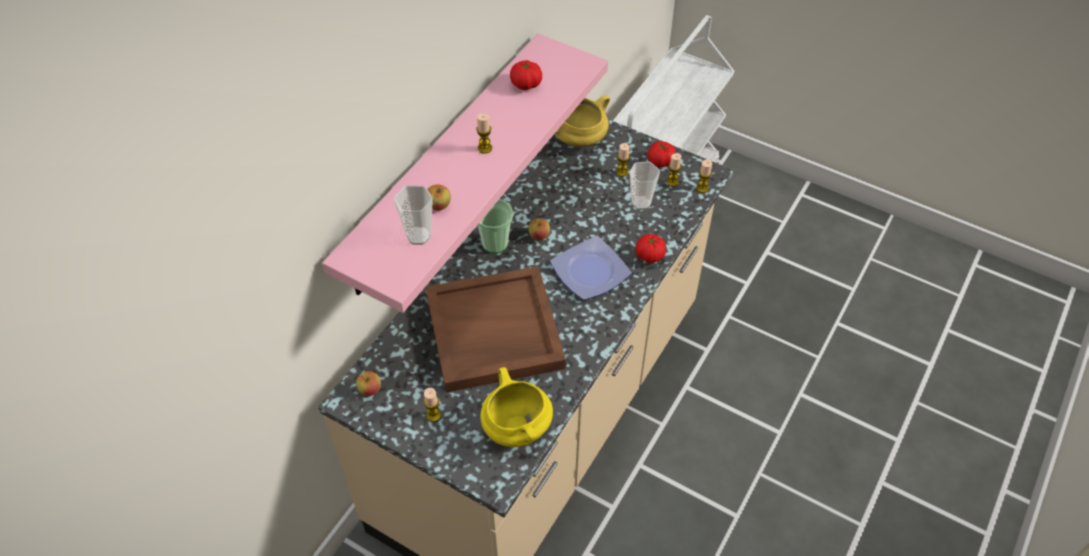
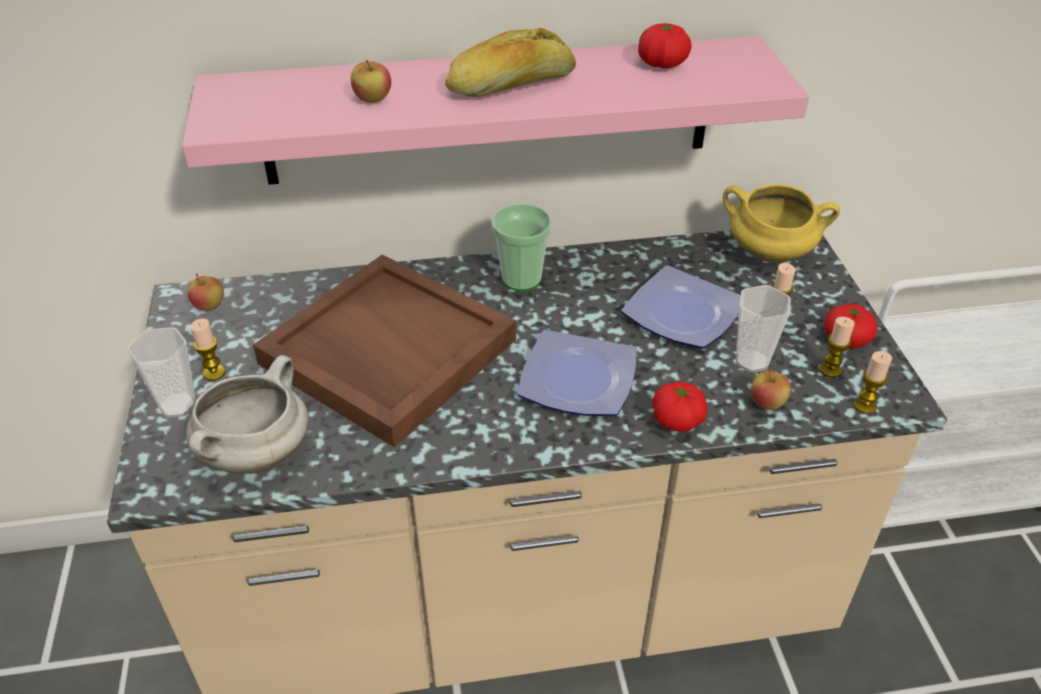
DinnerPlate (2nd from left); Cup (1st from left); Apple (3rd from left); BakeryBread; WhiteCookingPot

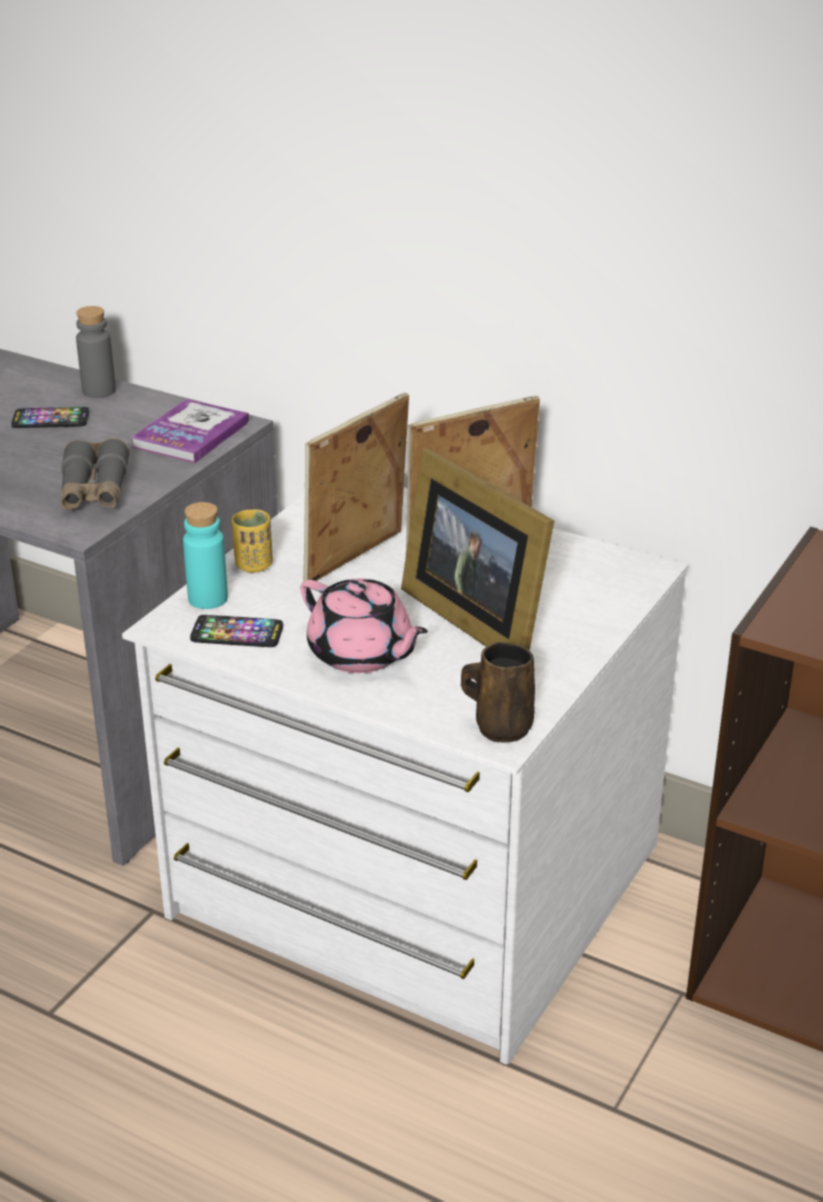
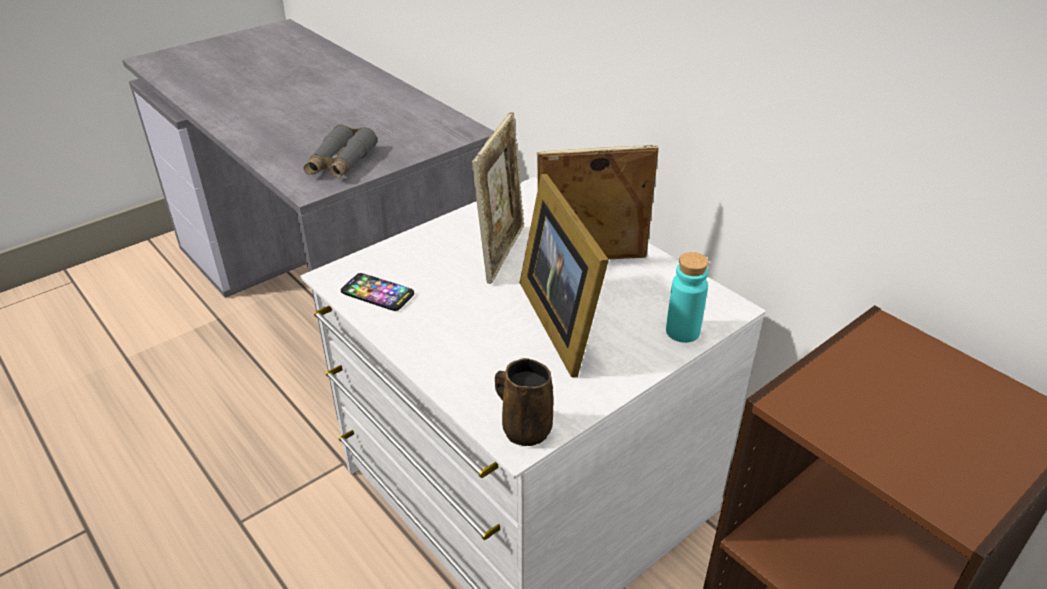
Telephone (1st from left in the first image); GreyBottle; Book; YellowishCup; PinkPotForTea; TurquoiseColouredBottle; PhotoFrame (1st from left)

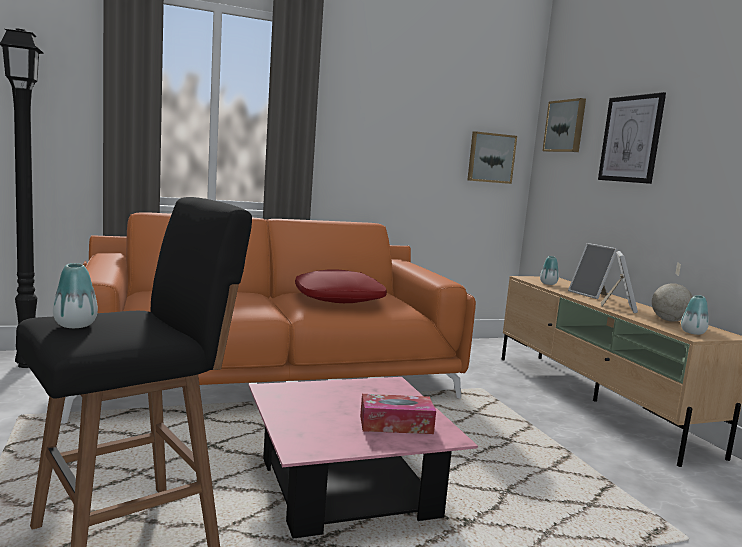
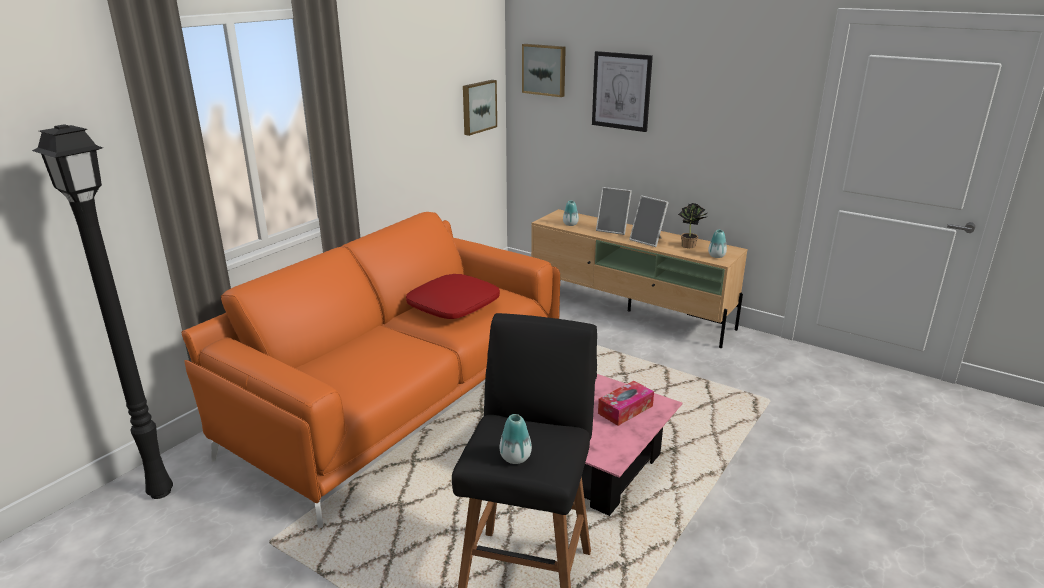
Houseplant; PhotoFrame (2nd from left)

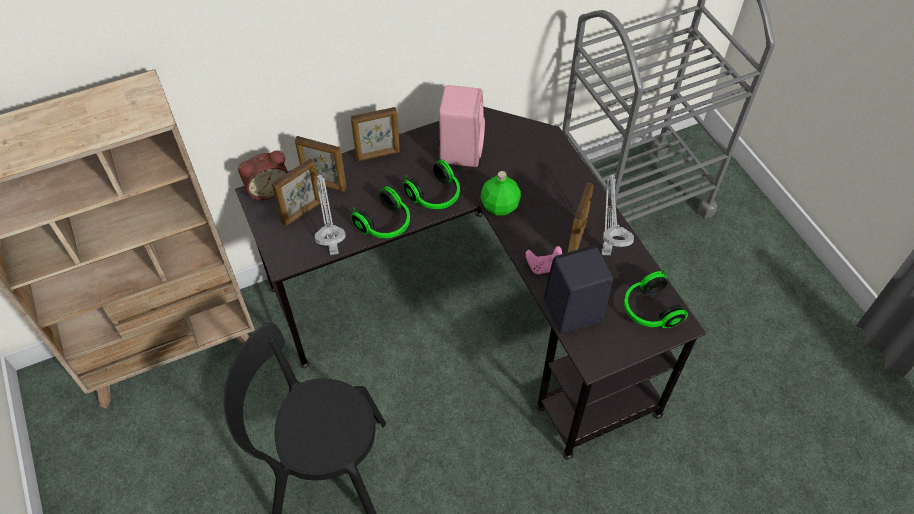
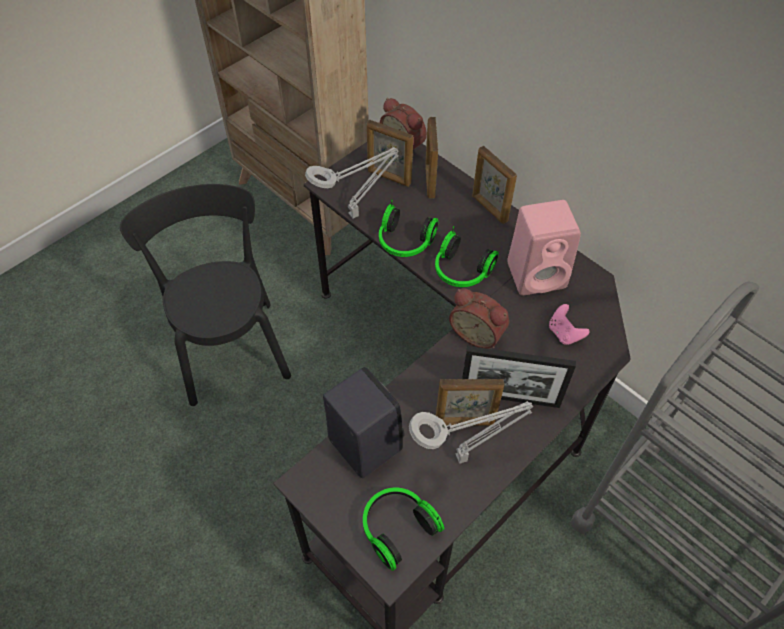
PhotoFrame (5th from left); PinkGameController; BedsideClock (2nd from left)

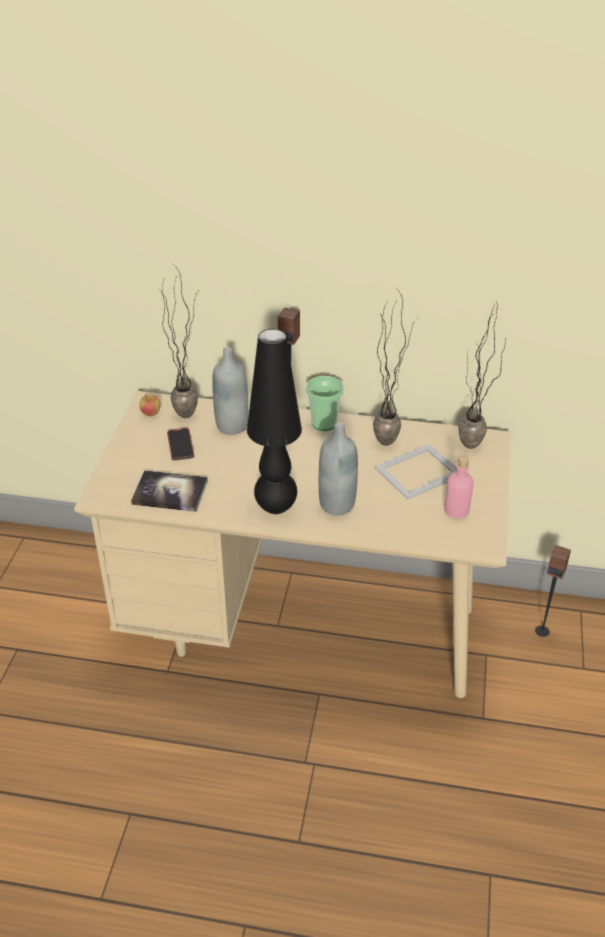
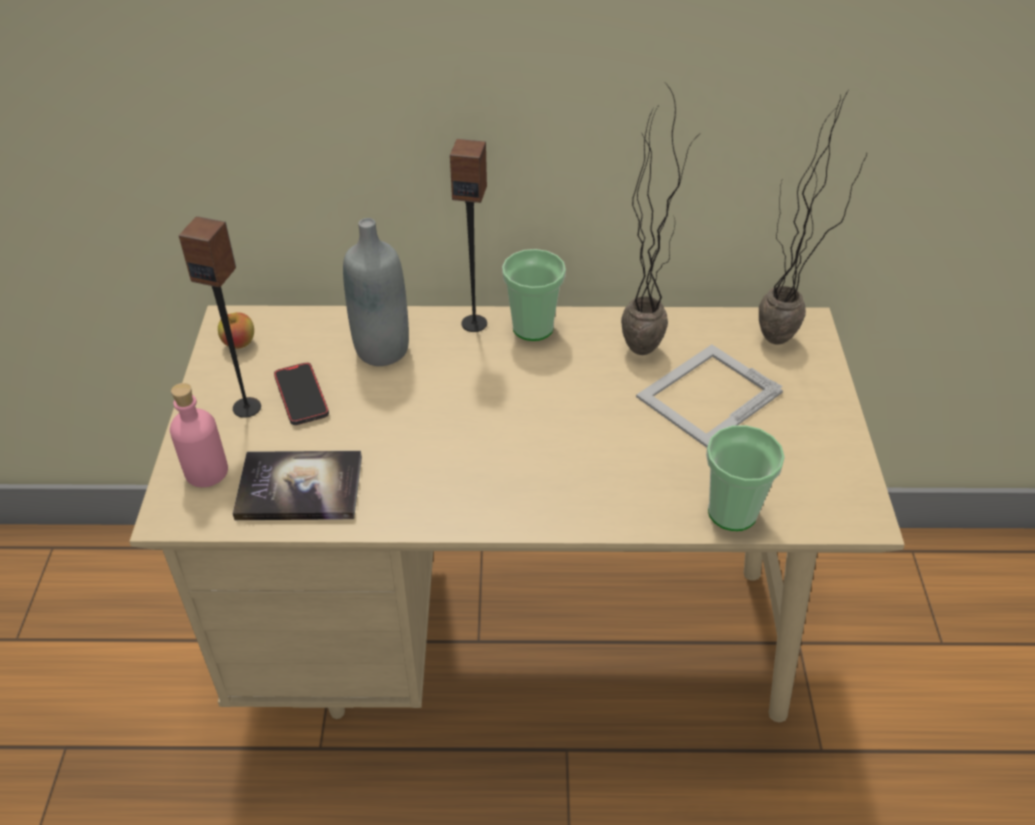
Houseplant (1st from left in the first image); BlackTableLamp; GreyBottle (2nd from left in the first image); Cup (2nd from left); PinkBottle; Loudspeaker (1st from left)

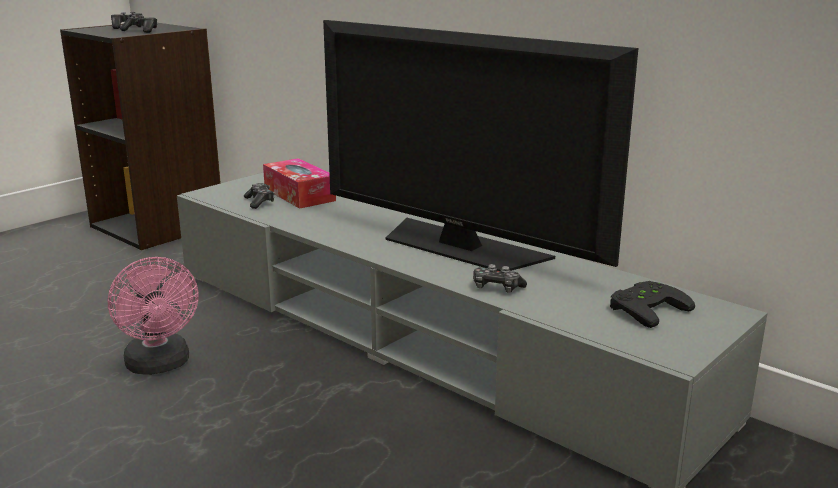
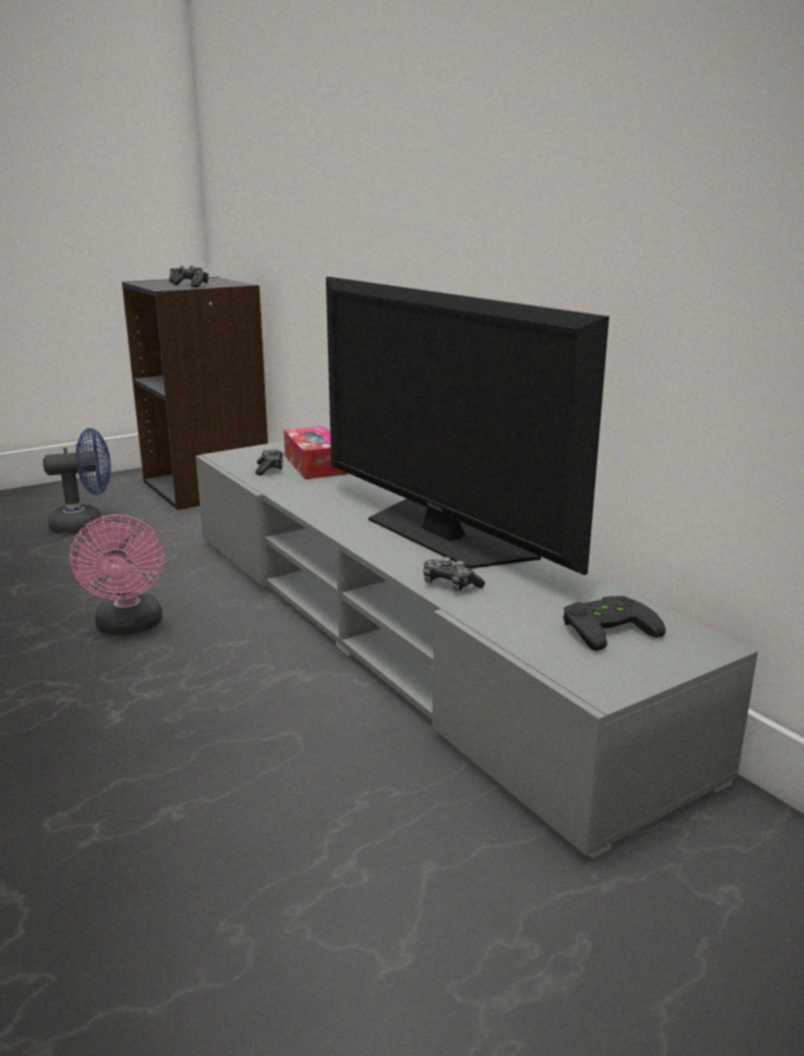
BlueColouredCoolingFan

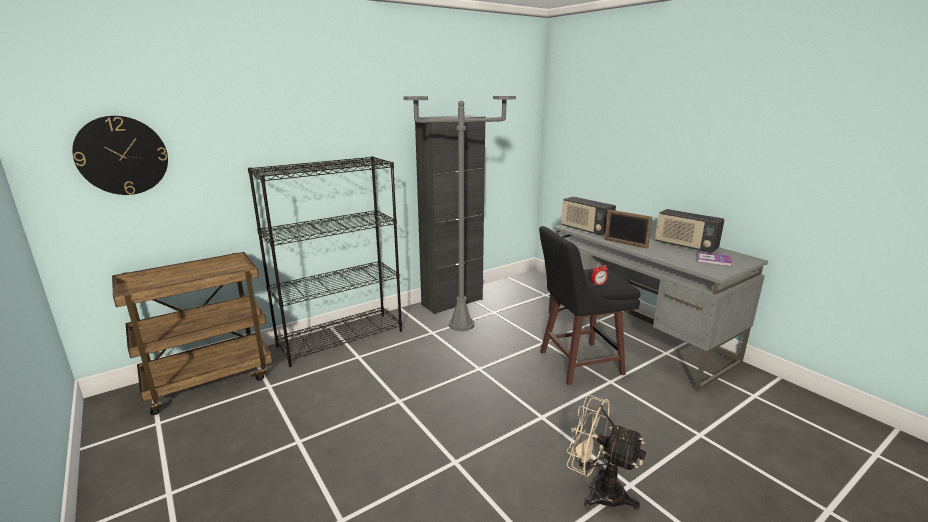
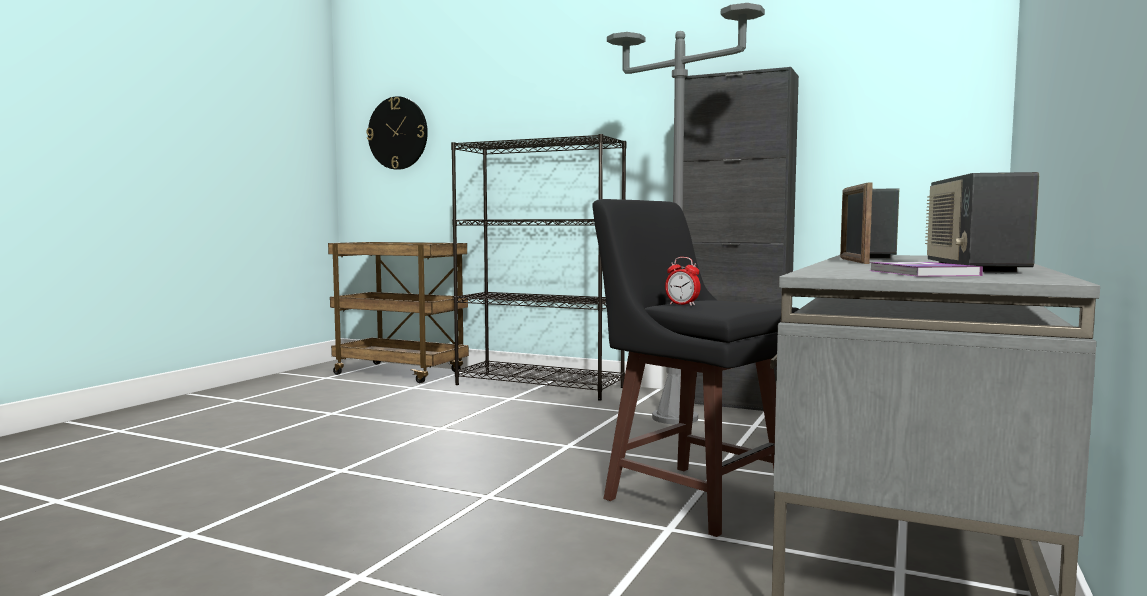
BeigeColouredCoolingFan

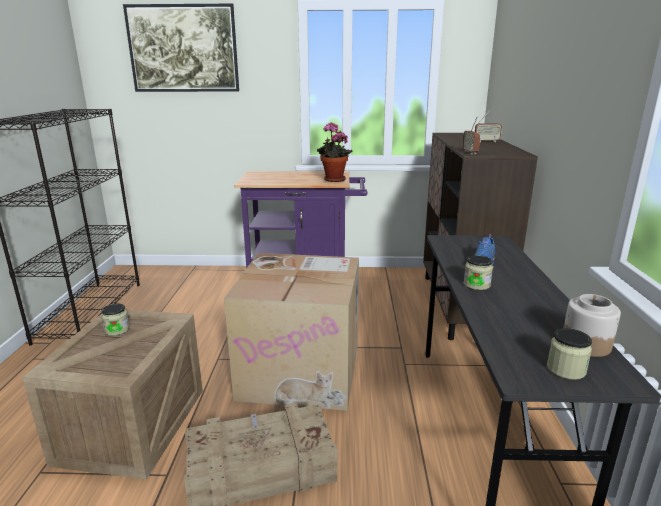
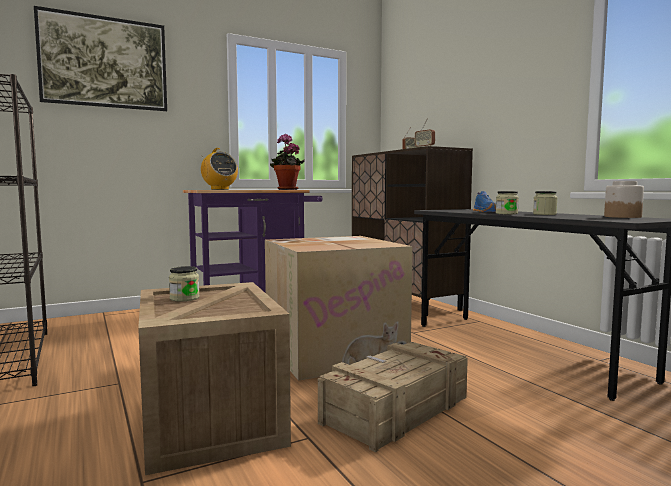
RadioSet (1st from left); PreserveJar (3rd from left)

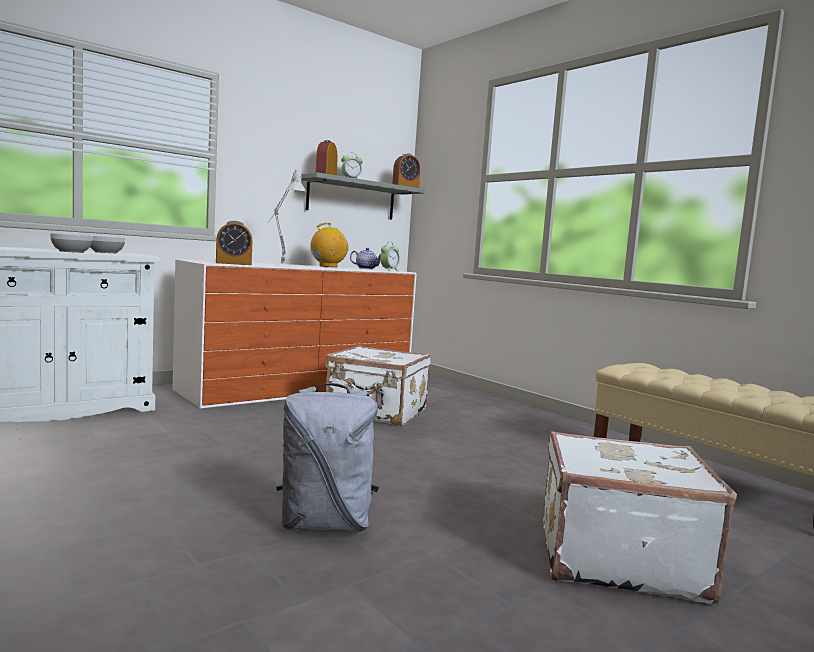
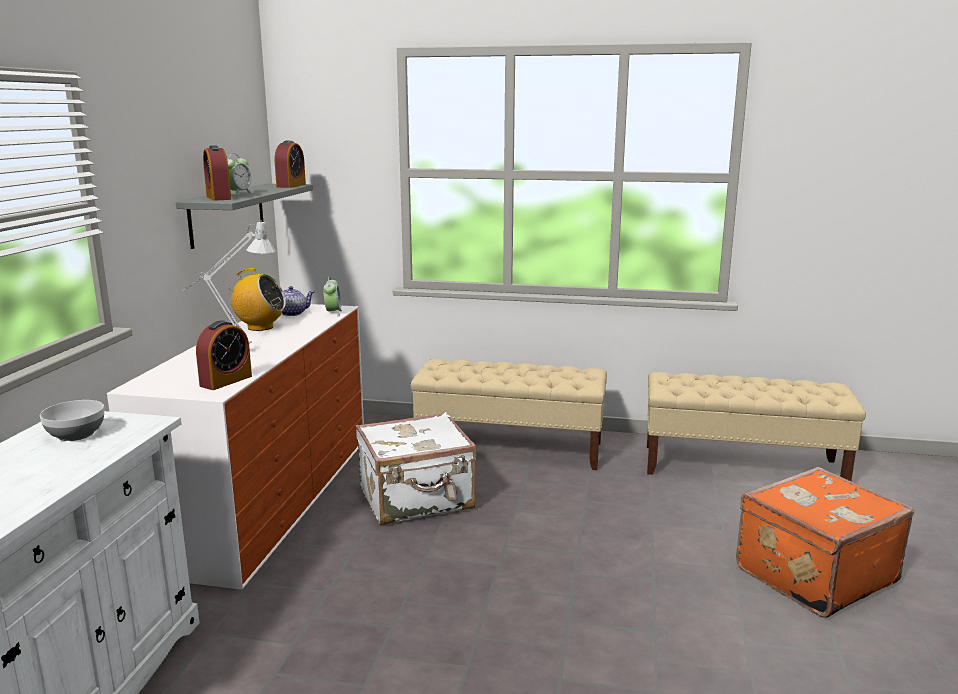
Bowl (1st from left in the first image); GreyKnapsack; BeigeColouredIndoorBench (1st from left); OrangeySuitcase; RadioSet

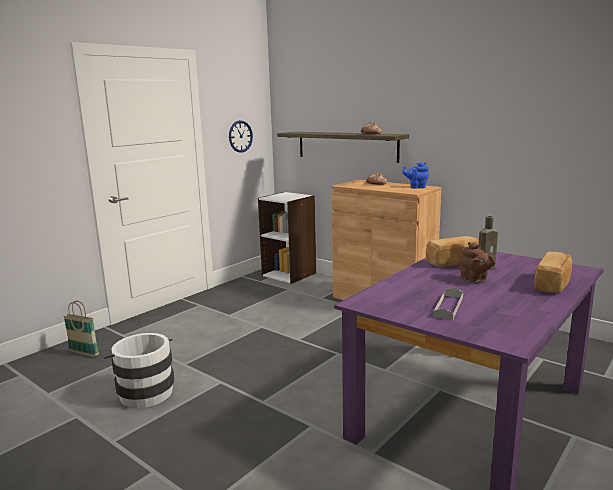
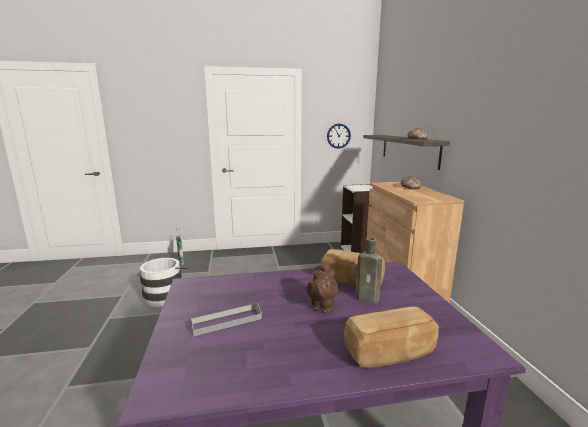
BlueColouredPotForTea

